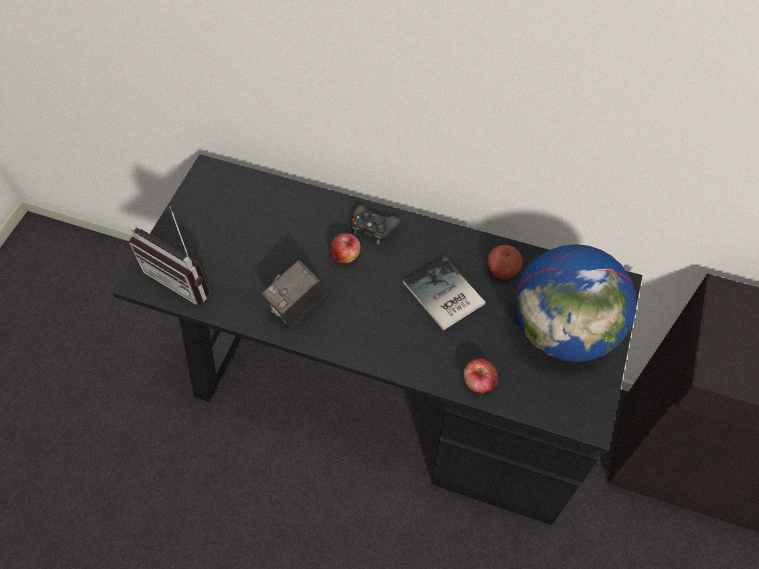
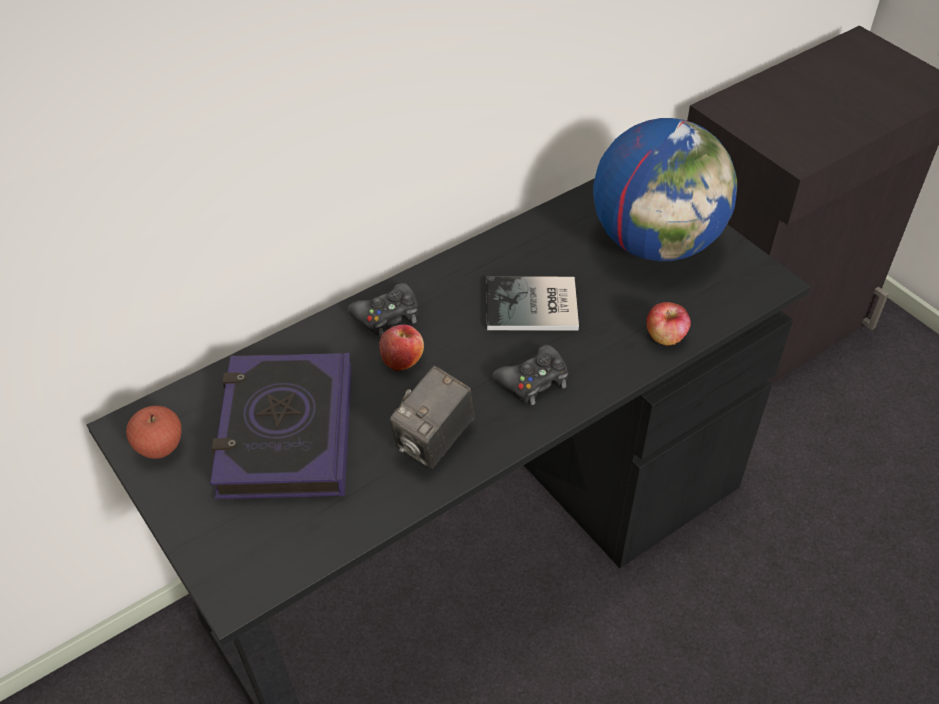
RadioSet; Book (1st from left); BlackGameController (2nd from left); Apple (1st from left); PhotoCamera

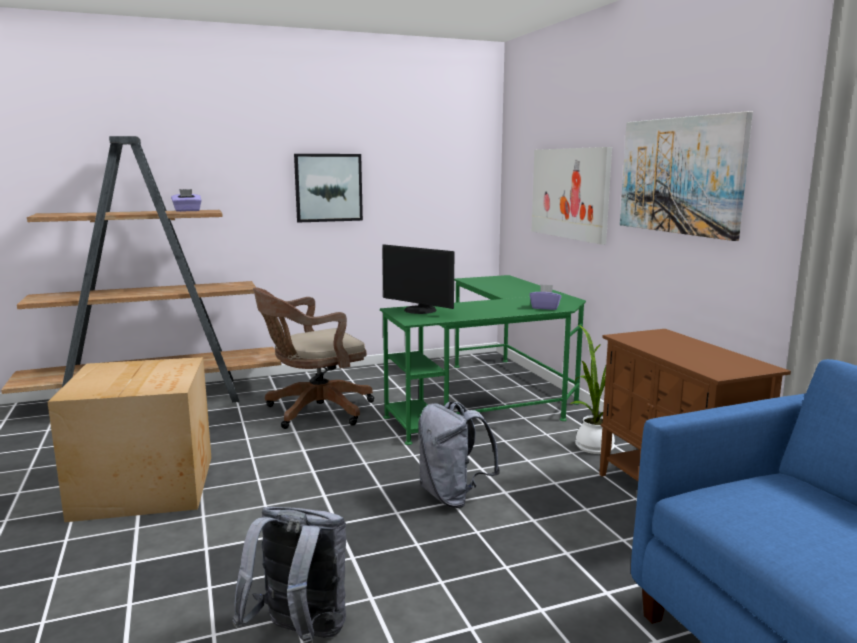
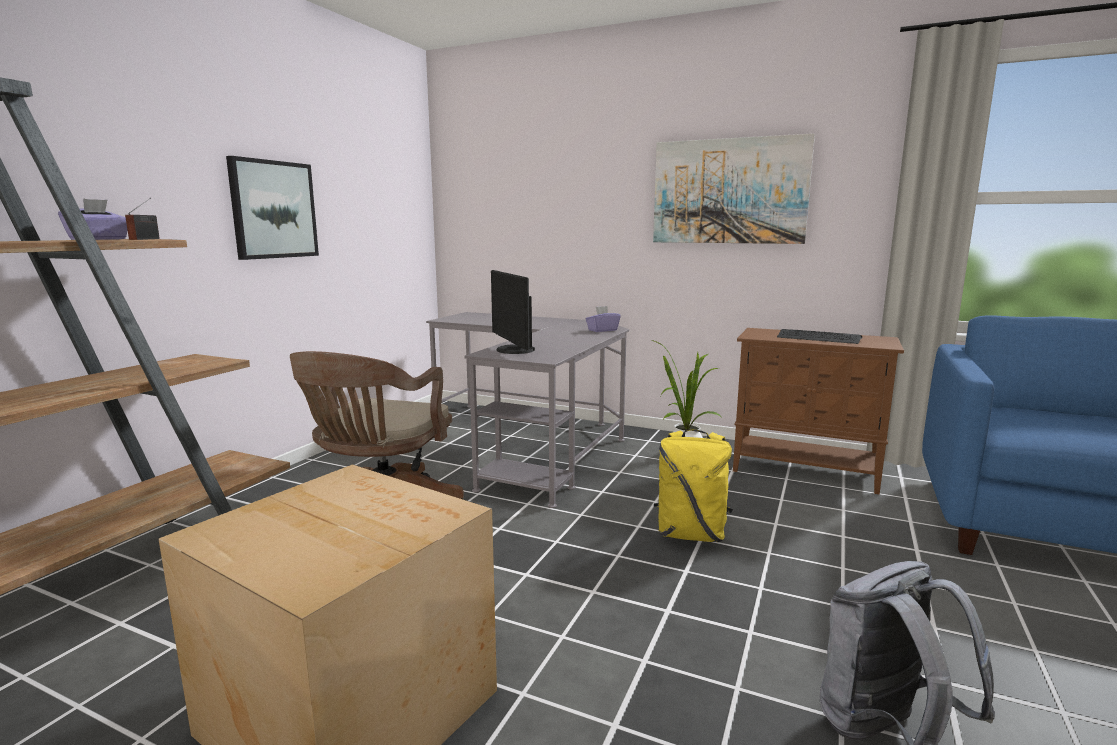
WallArt (2nd from left in the first image); RadioSet; PcKeyboard; GreyDeskTable; YellowishKnapsack; ComputerScreen

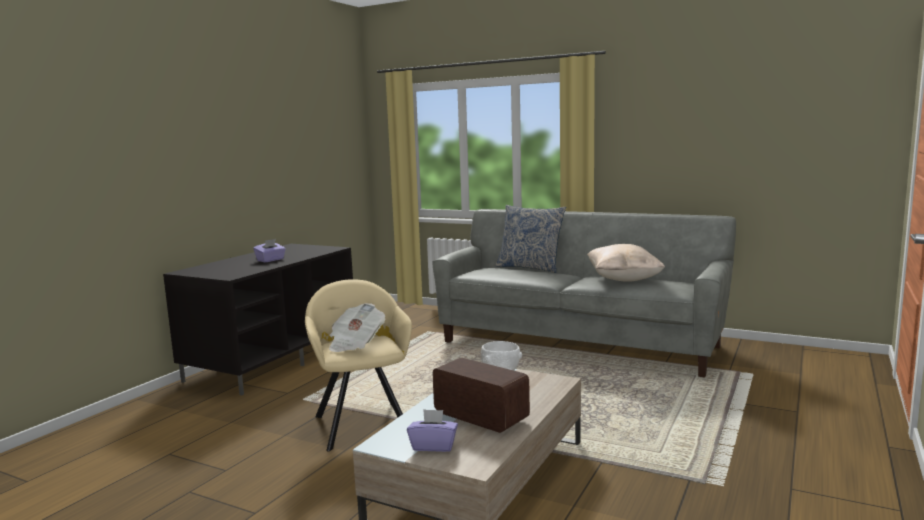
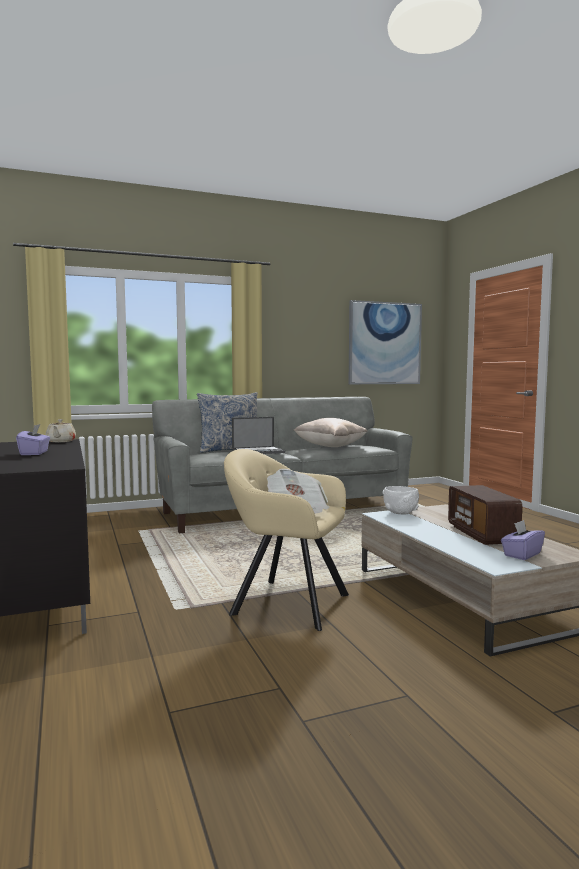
BeigeColouredPotForTea; PortableComputer; WallArt; RadioSet

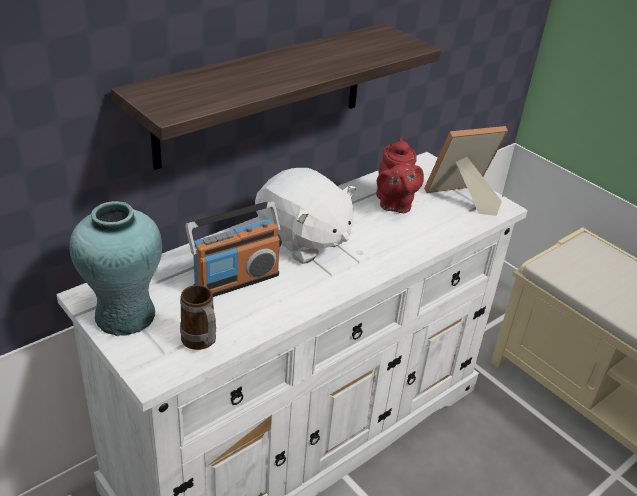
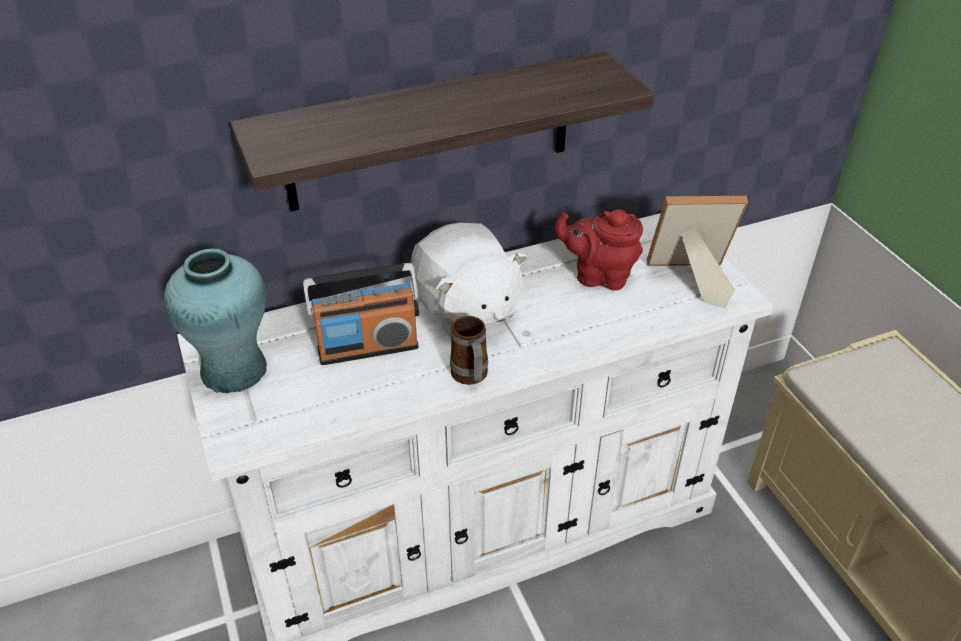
TeaMug; RedPotForTea

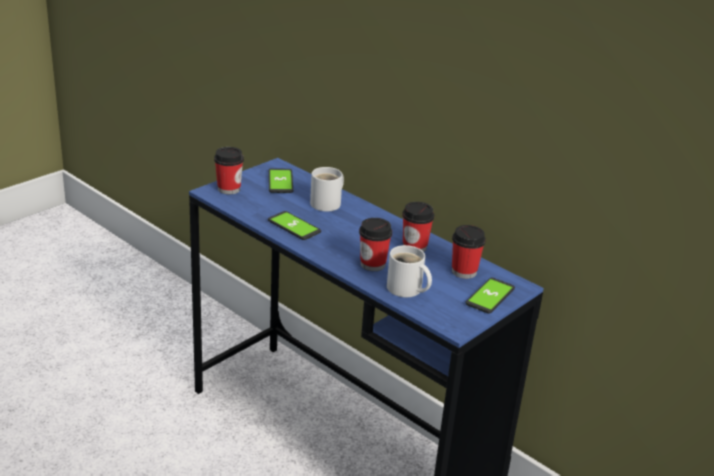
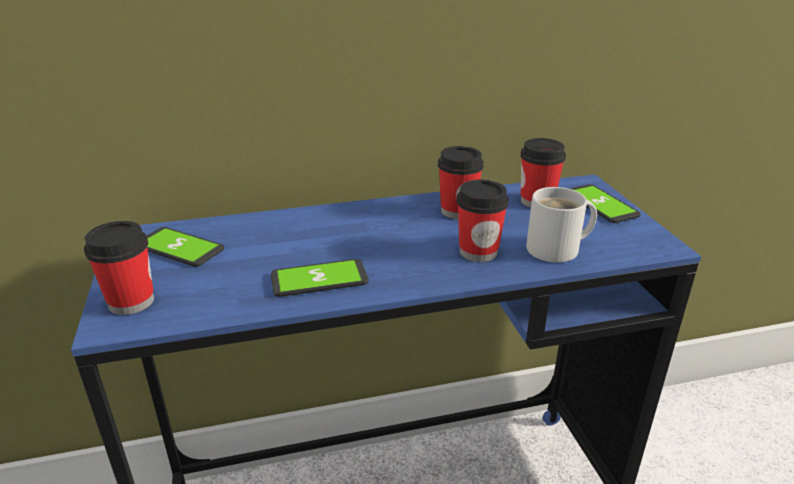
WhiteTeaMug (1st from left in the first image)

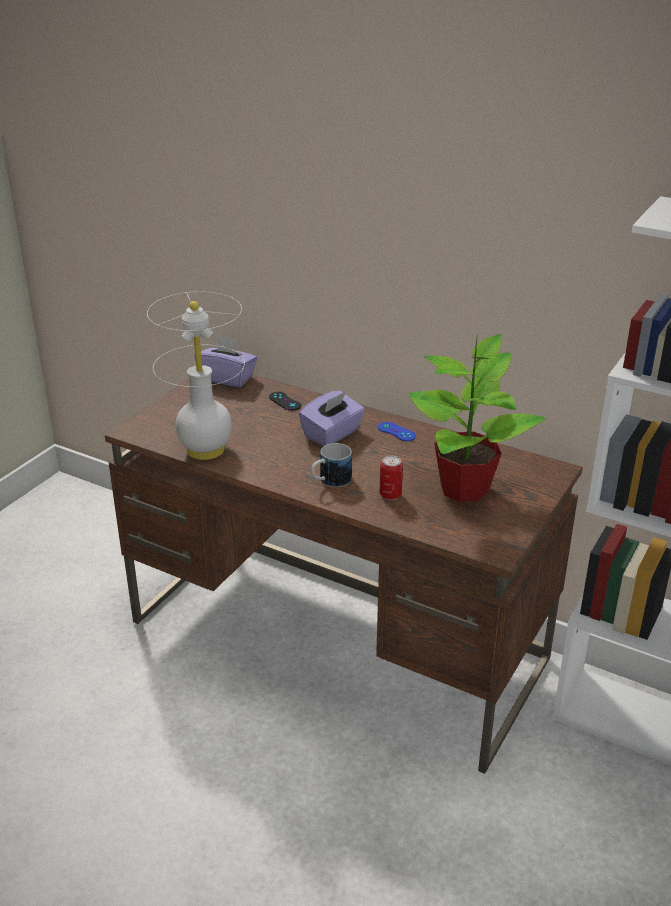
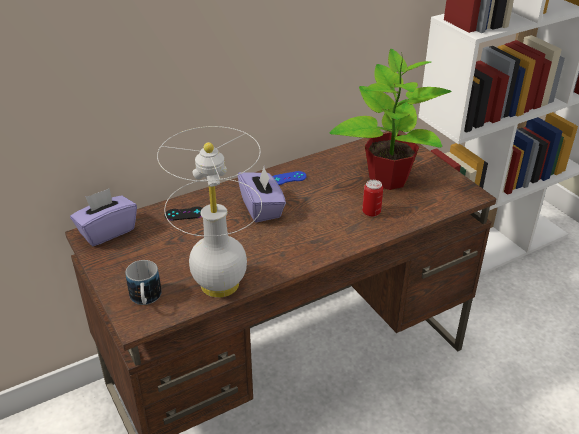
TeaMug

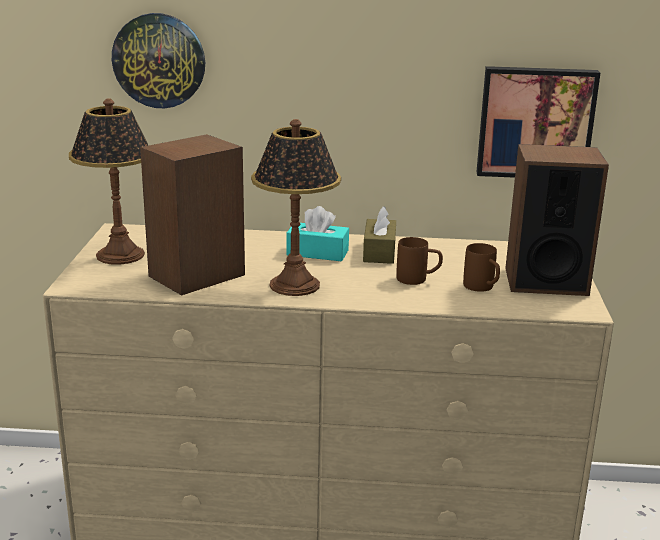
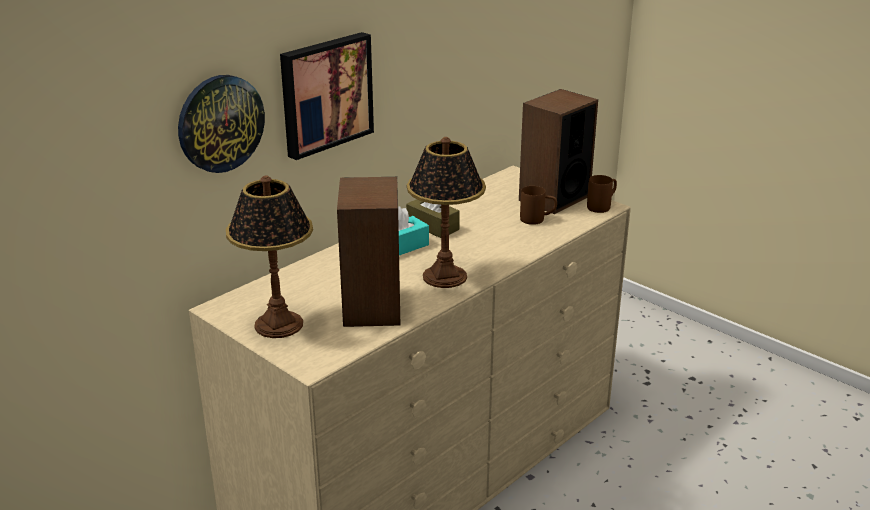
BrownColouredTeaMug (2nd from left); WallArt

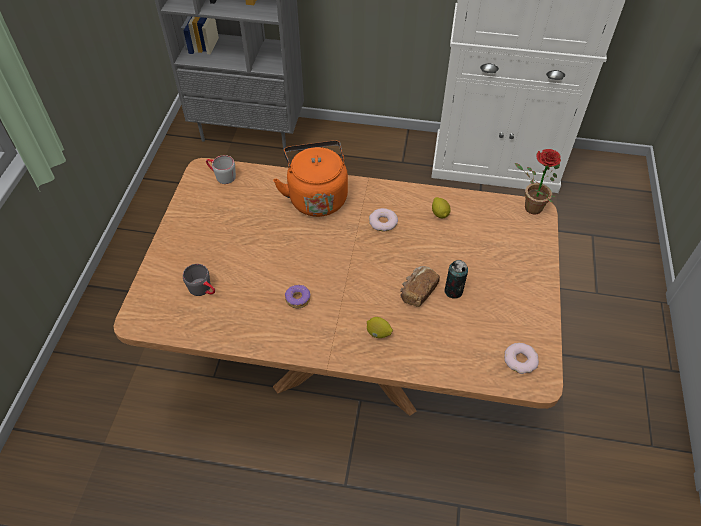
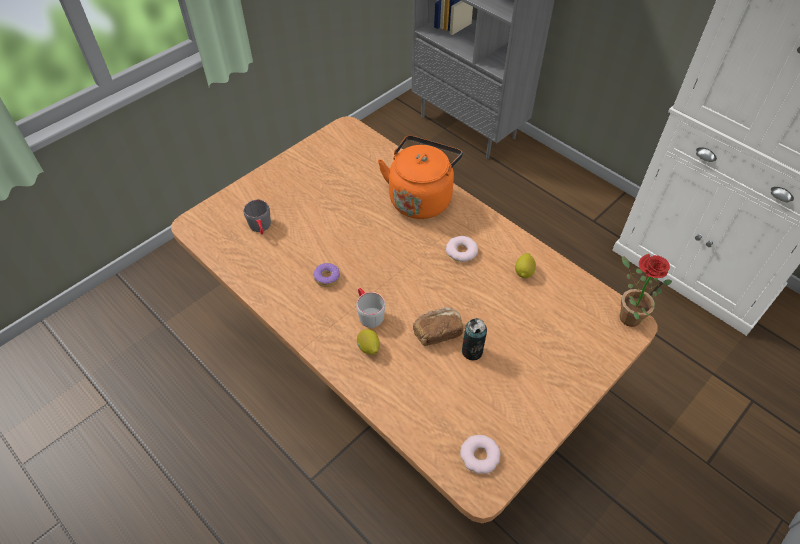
GreyTeaMug (2nd from left)

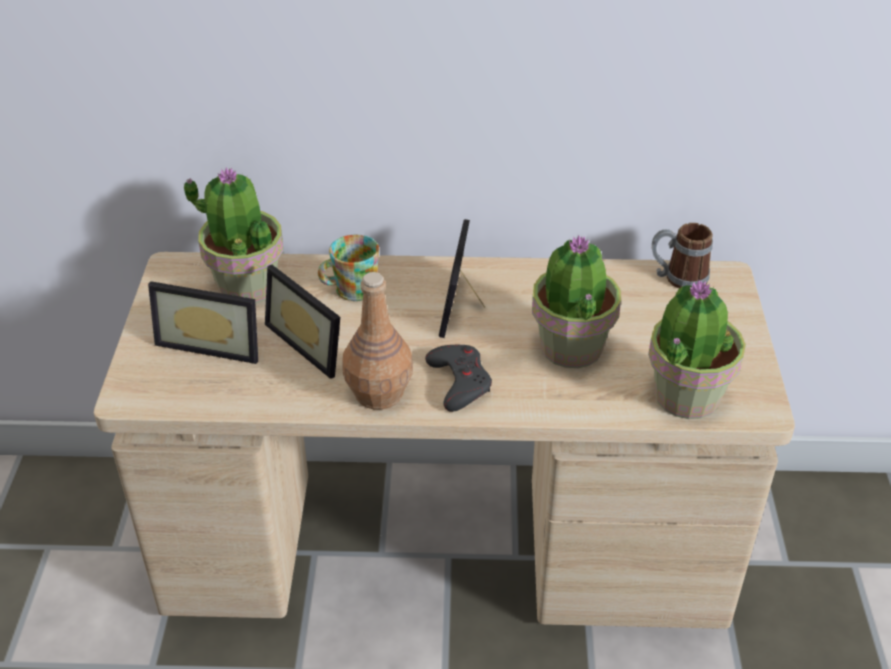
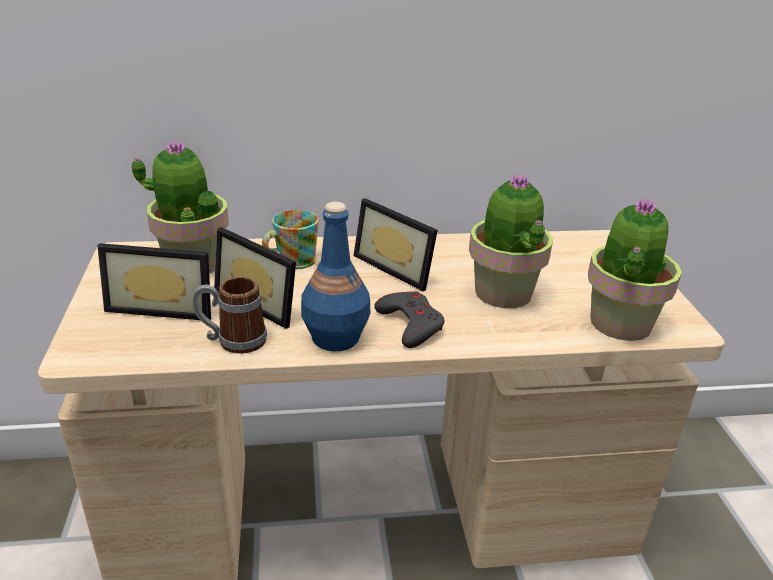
TeaMug (1st from left); BlueColouredBottle; PhotoFrame (3rd from left)

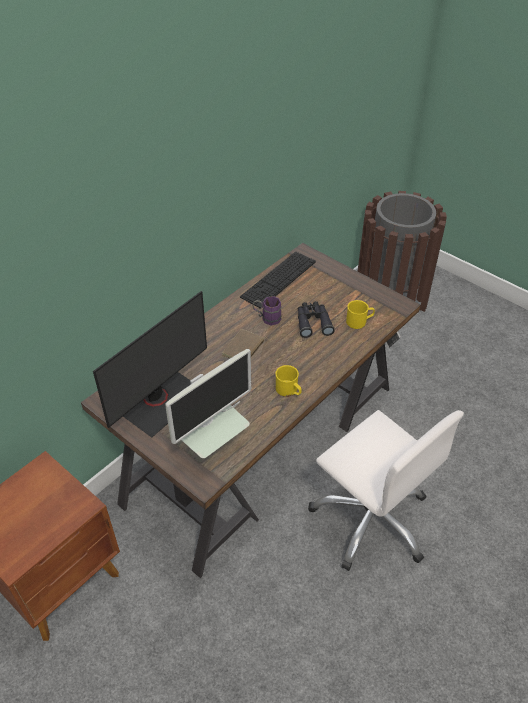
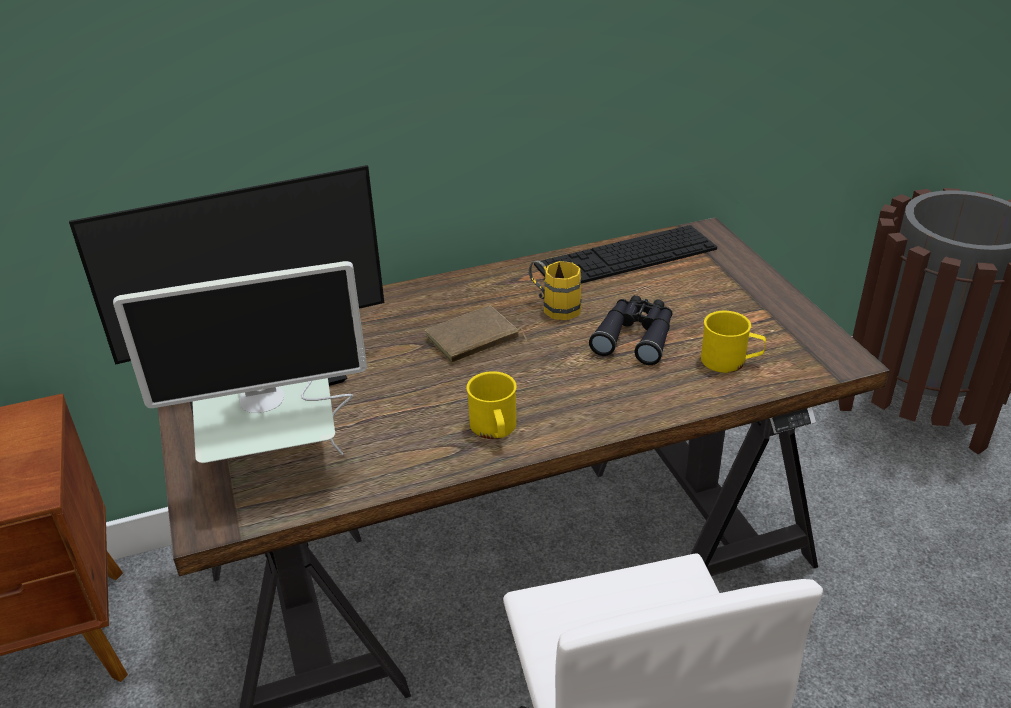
YellowishTeaMug (2nd from left)

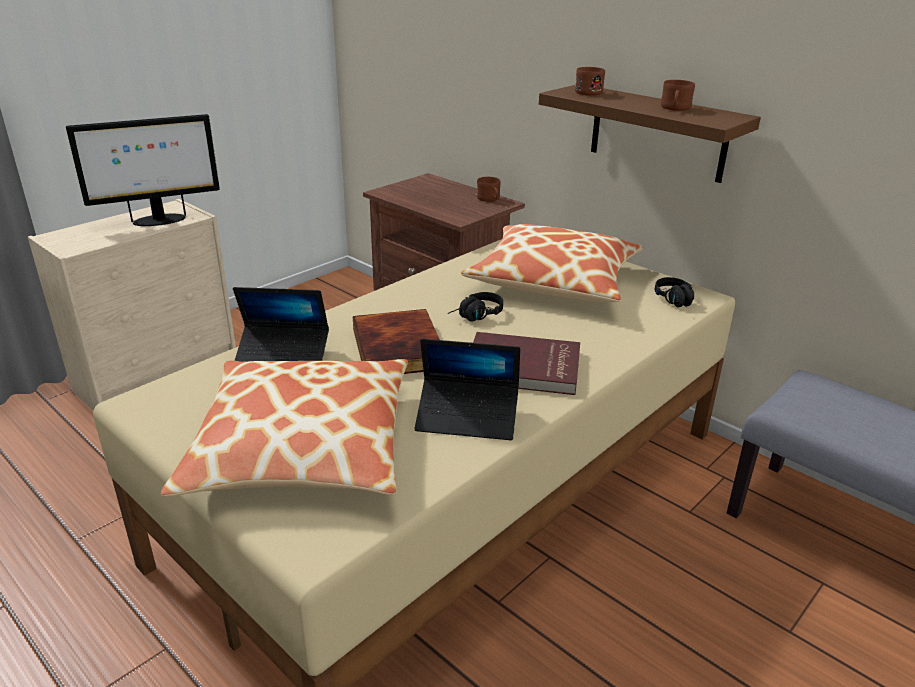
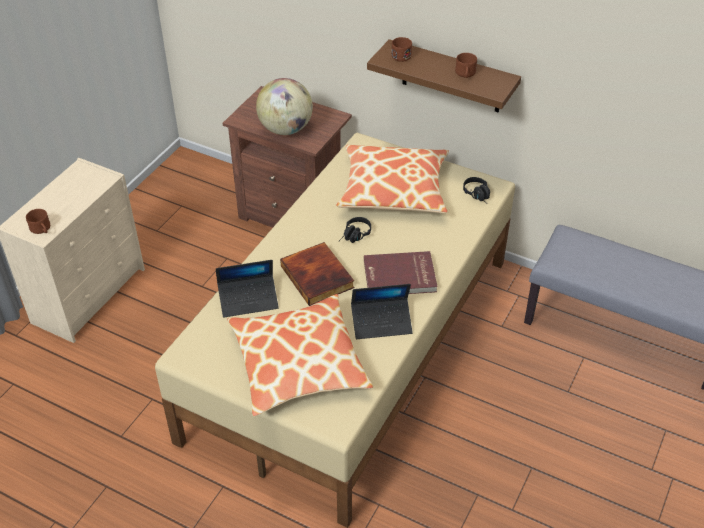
ComputerScreen; DeskGlobe; BrownColouredTeaMug (1st from left)

